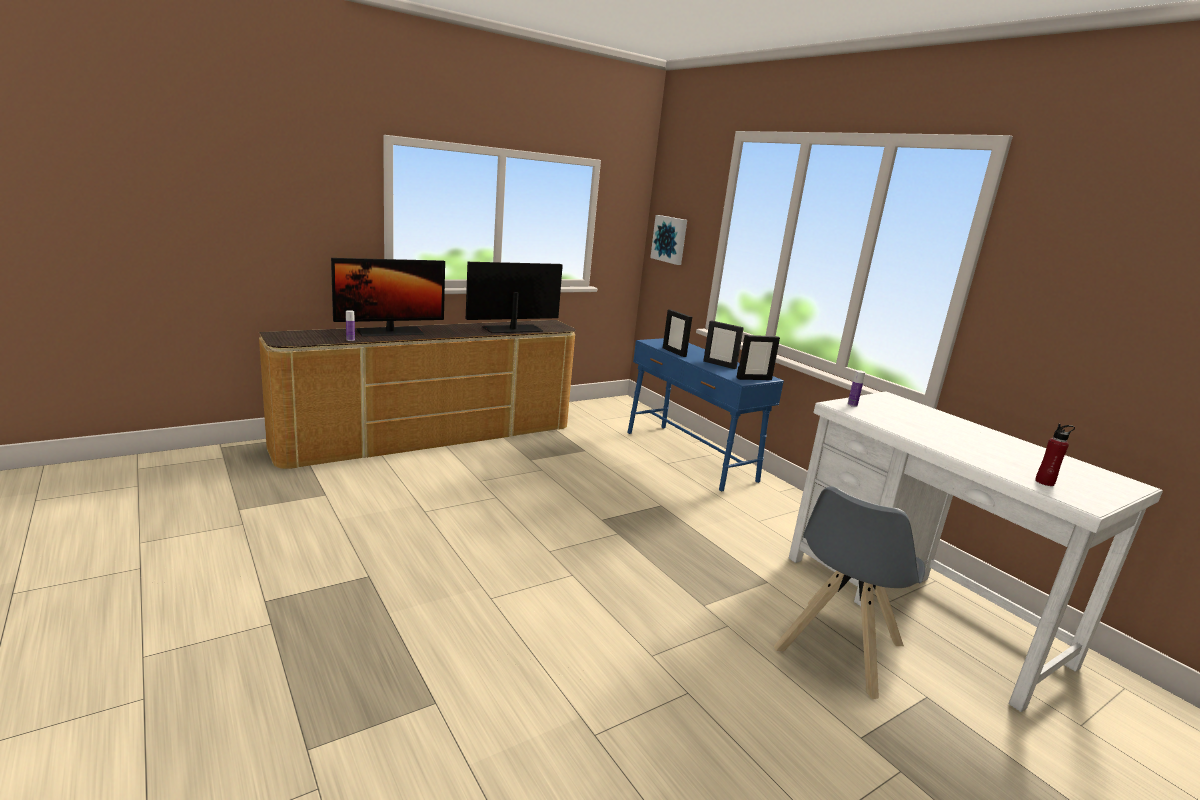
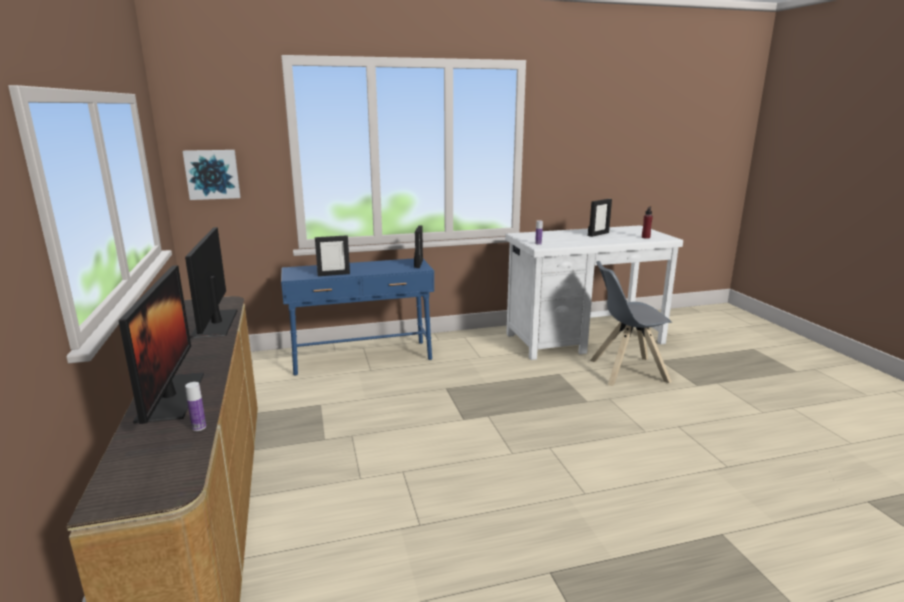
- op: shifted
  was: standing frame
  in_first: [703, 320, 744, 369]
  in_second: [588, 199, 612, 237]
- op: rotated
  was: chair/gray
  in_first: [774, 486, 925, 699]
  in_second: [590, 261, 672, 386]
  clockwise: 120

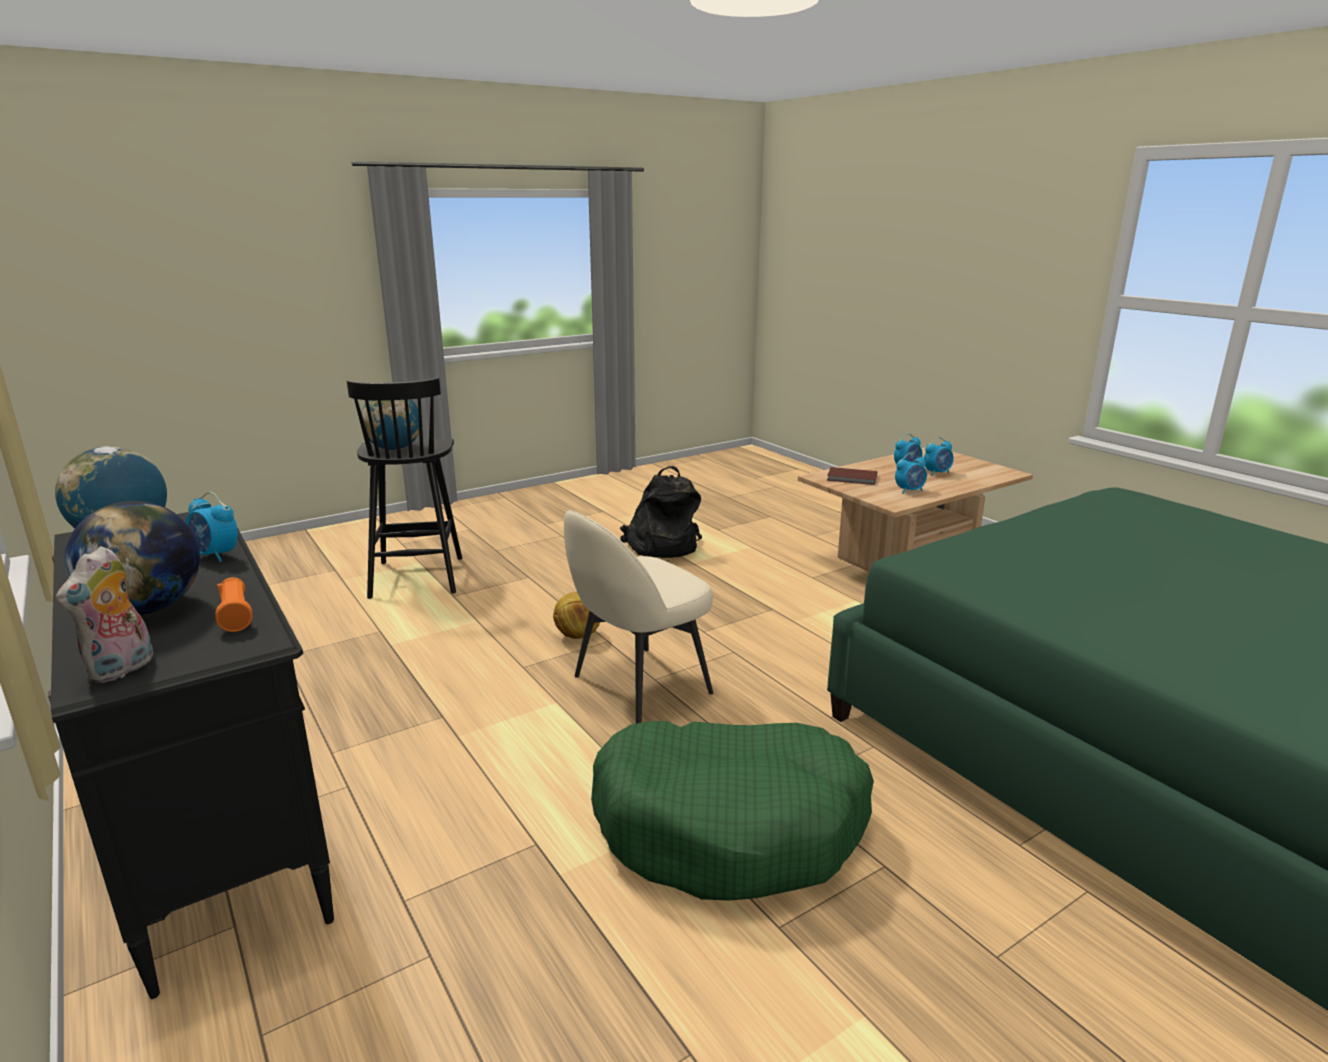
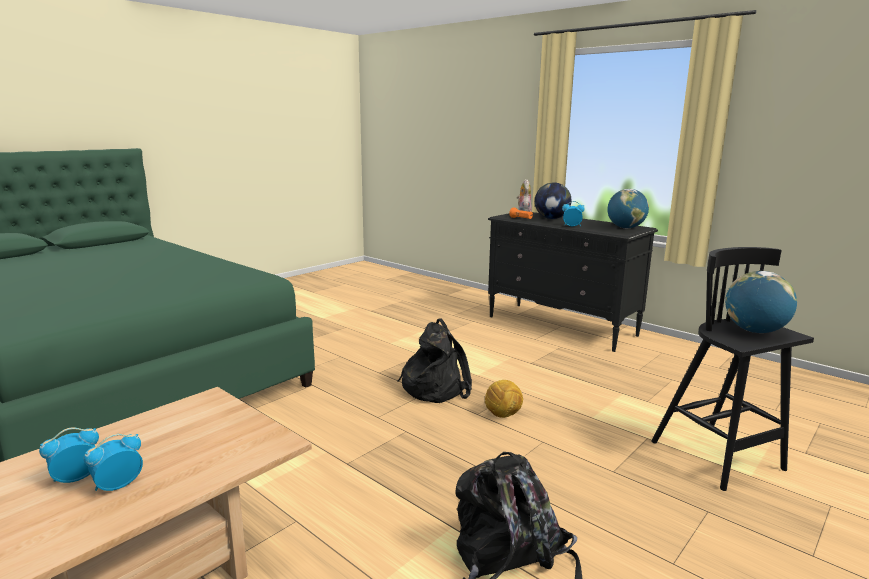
- op: swapped
  was: chair/beige
  now: knapsack/blackish
  in_first: [564, 509, 713, 724]
  in_second: [397, 318, 472, 403]
- op: gone
  was: pet bed/greenish
  in_first: [591, 721, 874, 901]
- op: gone
  was: book/brownish
  in_first: [827, 467, 877, 485]
- op: gone
  was: bedside clock
  in_first: [895, 453, 927, 494]

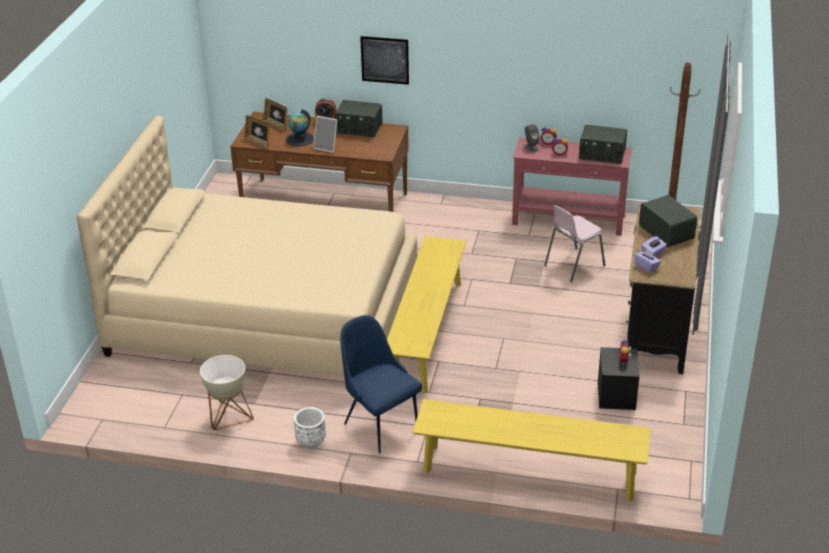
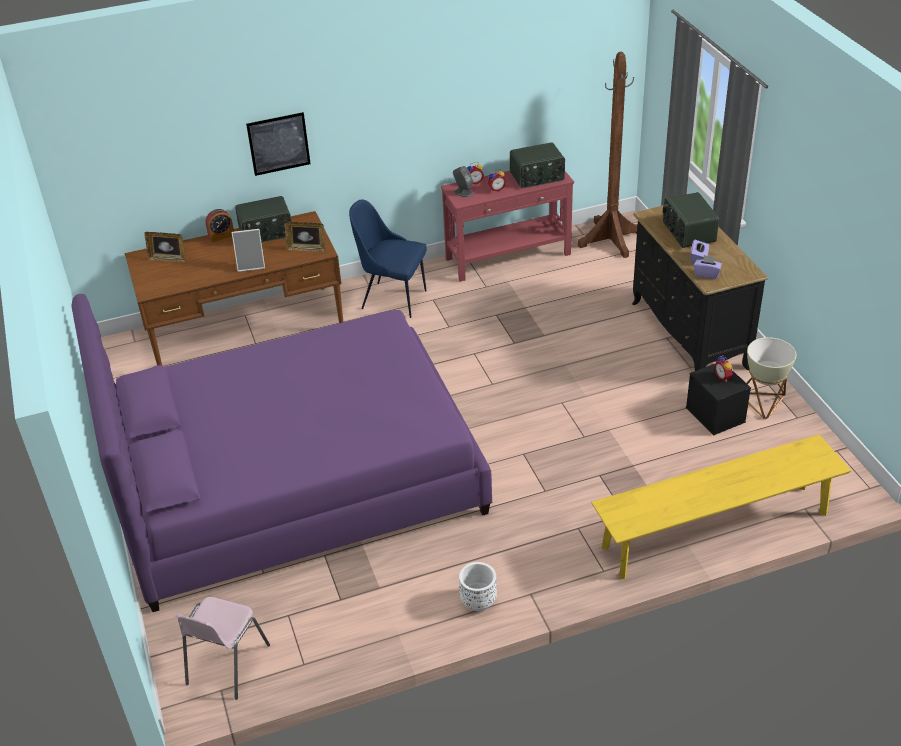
- op: repainted
  was: sleeping bed/beige
  now: sleeping bed/purple-coloured
  in_first: [77, 116, 417, 376]
  in_second: [71, 294, 492, 612]
- op: shifted
  was: chair/pink-coloured
  in_first: [544, 205, 605, 282]
  in_second: [175, 597, 270, 700]
- op: shifted
  was: standing frame
  in_first: [244, 115, 270, 148]
  in_second: [285, 222, 325, 252]
- op: shifted
  was: chair/blue
  in_first: [340, 315, 422, 454]
  in_second: [349, 199, 427, 318]
- op: rotated
  was: radio receiver
  in_first: [639, 195, 697, 247]
  in_second: [662, 192, 719, 248]
  clockwise: -135
- op: shifted
  was: flower pot
  in_first: [200, 355, 254, 430]
  in_second: [747, 337, 796, 419]
- op: gone
  was: desk globe
  in_first: [286, 109, 314, 146]
- op: gone
  was: bench/yellow-coloured
  in_first: [387, 236, 466, 394]

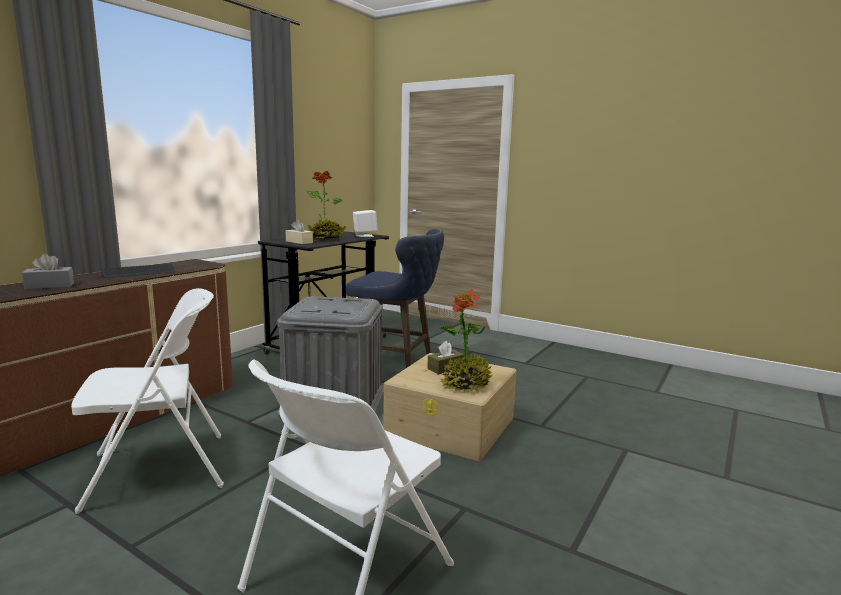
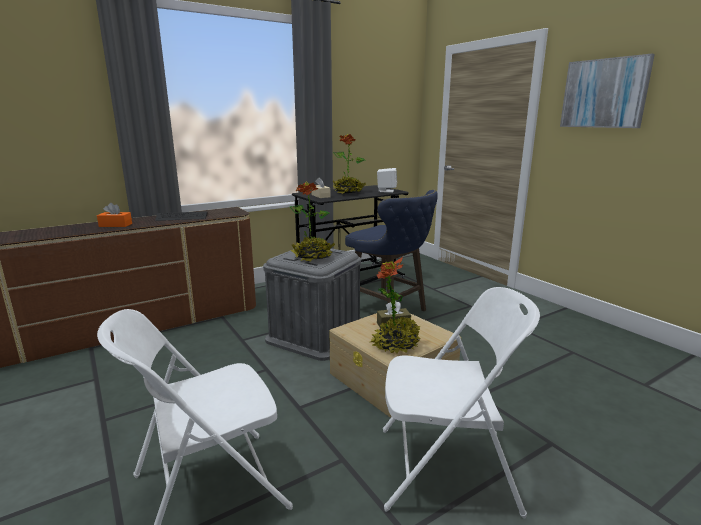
- op: repainted
  was: tissue holder/gray
  now: tissue holder/orange-coloured
  in_first: [22, 254, 74, 289]
  in_second: [97, 203, 132, 227]
- op: new
  now: plant in a pot
  in_second: [290, 182, 335, 261]
- op: shifted
  was: chair/white-coloured
  in_first: [71, 288, 224, 514]
  in_second: [383, 287, 540, 519]
- op: new
  now: picture
  in_second: [560, 54, 655, 128]

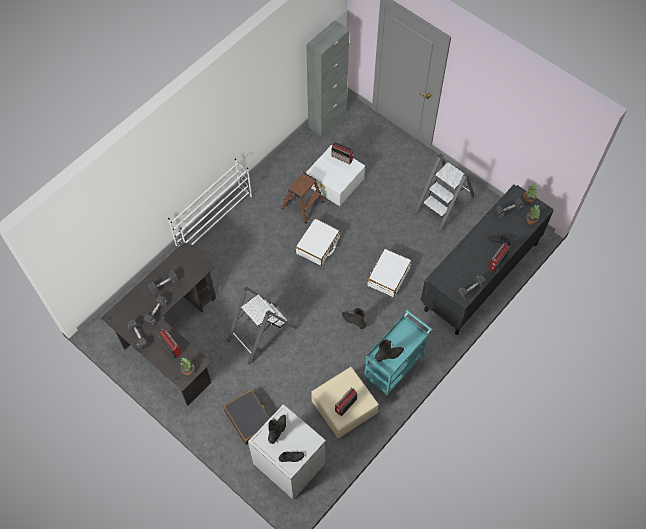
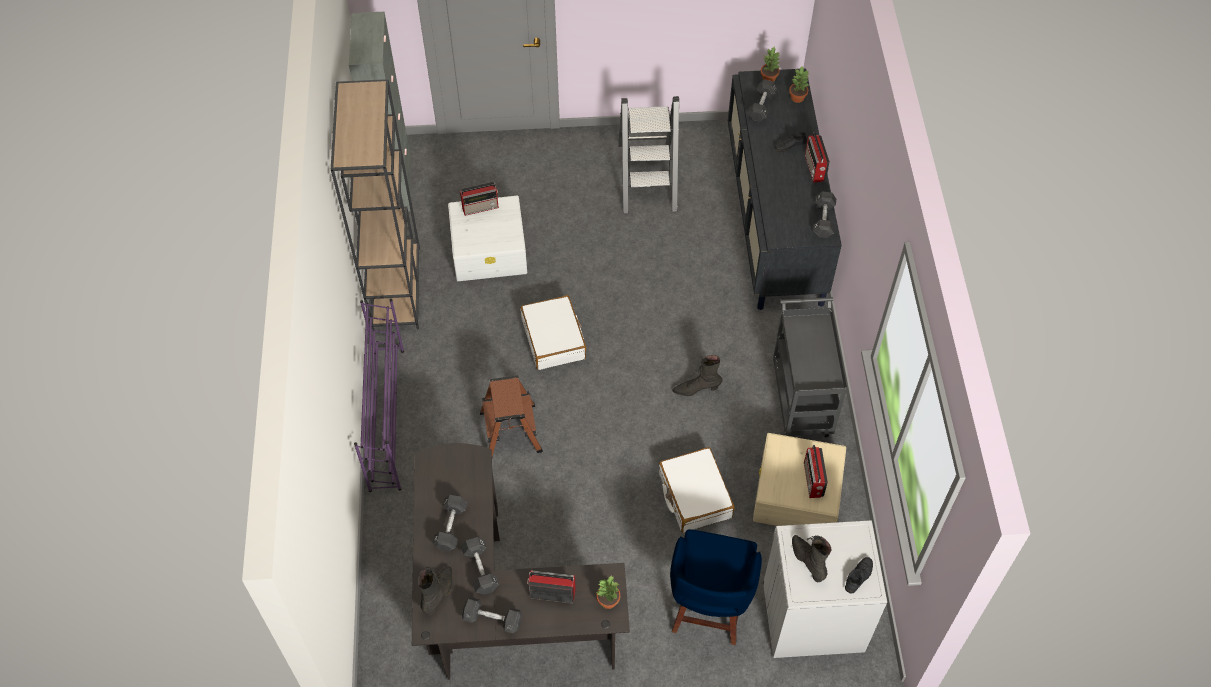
- op: new
  now: shelving unit
  in_second: [331, 79, 420, 332]
- op: repainted
  was: shoe stand/white-coloured
  now: shoe stand/purple-coloured
  in_first: [168, 158, 252, 247]
  in_second: [354, 298, 404, 492]
- op: shifted
  was: high-top boot/blackish
  in_first: [375, 339, 404, 362]
  in_second: [418, 566, 452, 615]
- op: shifted
  was: stepladder/brownish
  in_first: [281, 172, 324, 224]
  in_second: [480, 375, 543, 458]
- op: shifted
  was: piece of luggage/white-coloured
  in_first: [367, 248, 412, 297]
  in_second: [659, 447, 735, 533]
- op: swapped
  was: piece of luggage/blackish
  now: sitting stool/blue
  in_first: [223, 390, 270, 445]
  in_second: [670, 529, 762, 645]
- op: repainted
  was: trolley/turquoise-coloured
  now: trolley/gray
  in_first: [364, 310, 433, 396]
  in_second: [773, 297, 847, 437]
- op: gone
  was: stepladder/gray
  in_first: [227, 286, 297, 365]

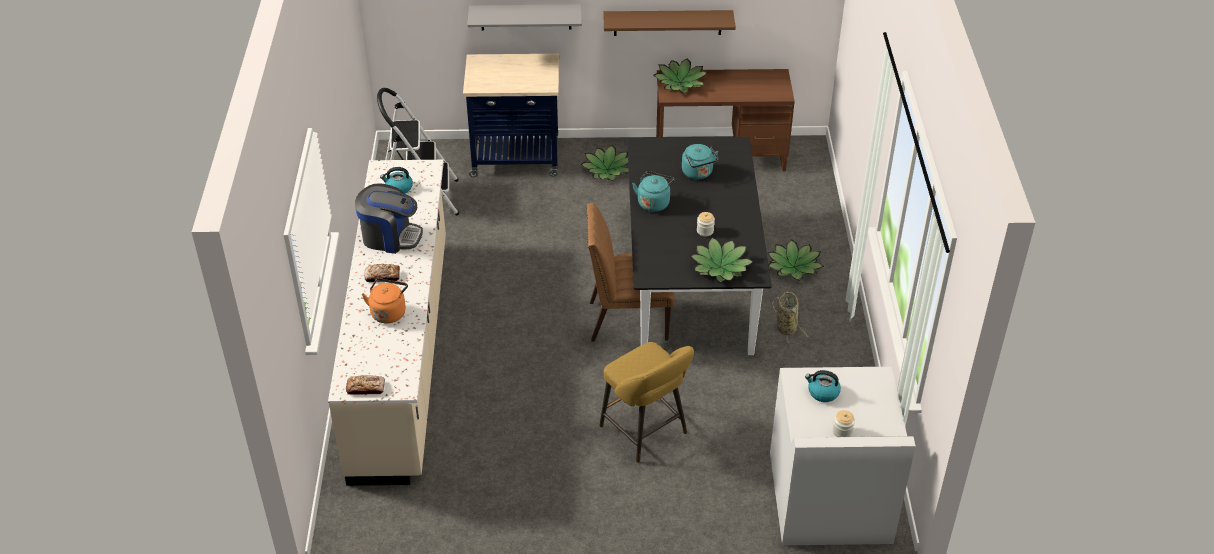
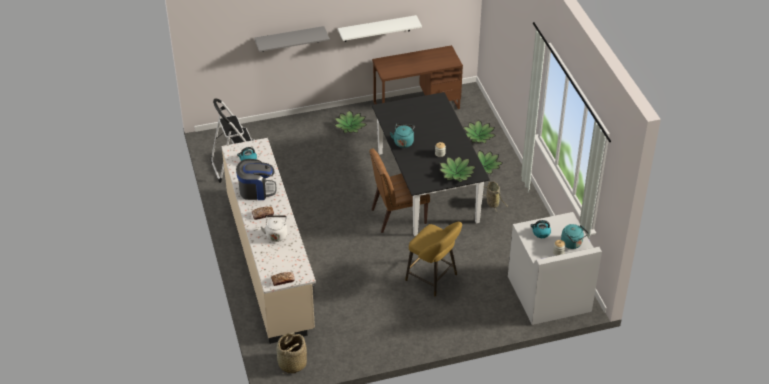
- op: repainted
  was: tea kettle/orange-coloured
  now: tea kettle/white-coloured
  in_first: [362, 278, 408, 324]
  in_second: [260, 215, 287, 242]
- op: new
  now: household basket
  in_second: [277, 332, 307, 374]
- op: repainted
  was: shelf/brownish
  now: shelf/white-coloured
  in_first: [603, 10, 736, 36]
  in_second: [338, 15, 422, 42]
- op: shifted
  was: plant in a pot
  in_first: [654, 58, 708, 93]
  in_second: [463, 120, 496, 143]
- op: shifted
  was: tea kettle/turquoise-coloured
  in_first: [682, 144, 719, 179]
  in_second: [561, 224, 588, 249]
- op: gone
  was: trolley/blue
  in_first: [463, 54, 559, 178]

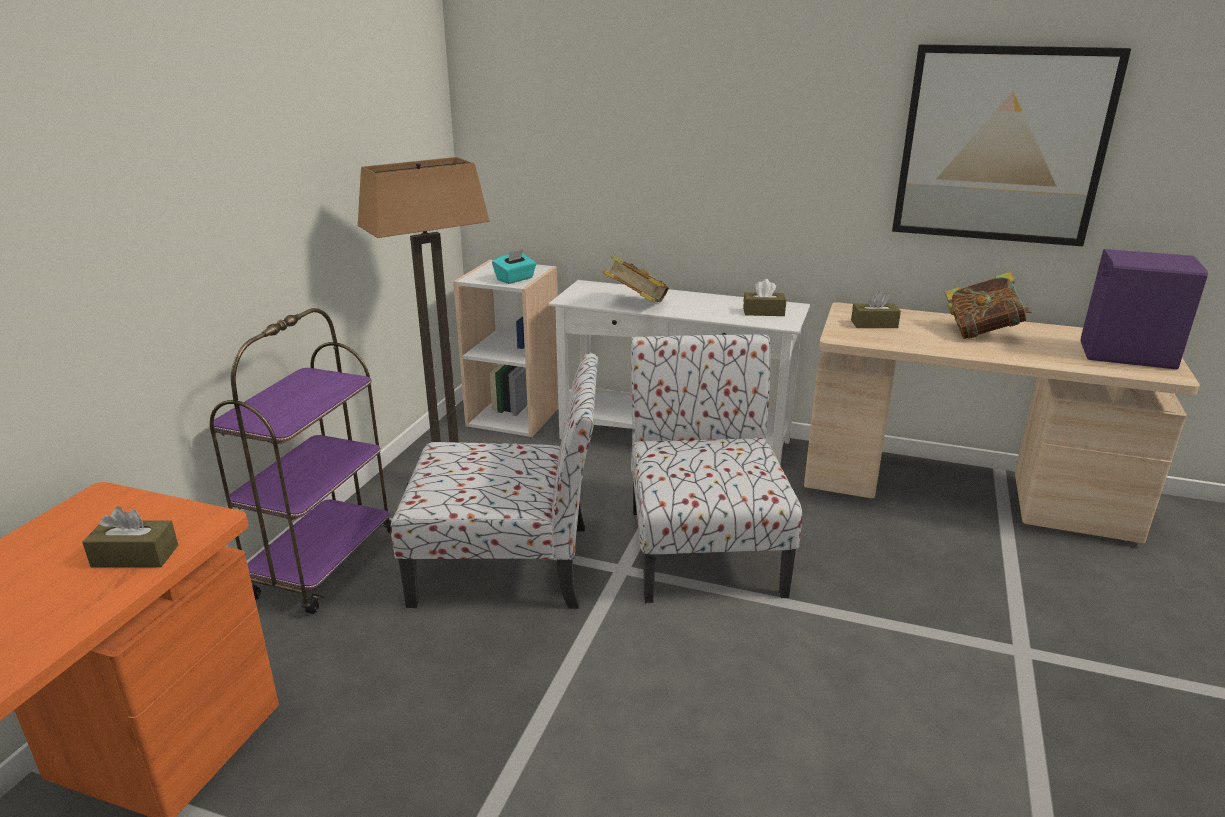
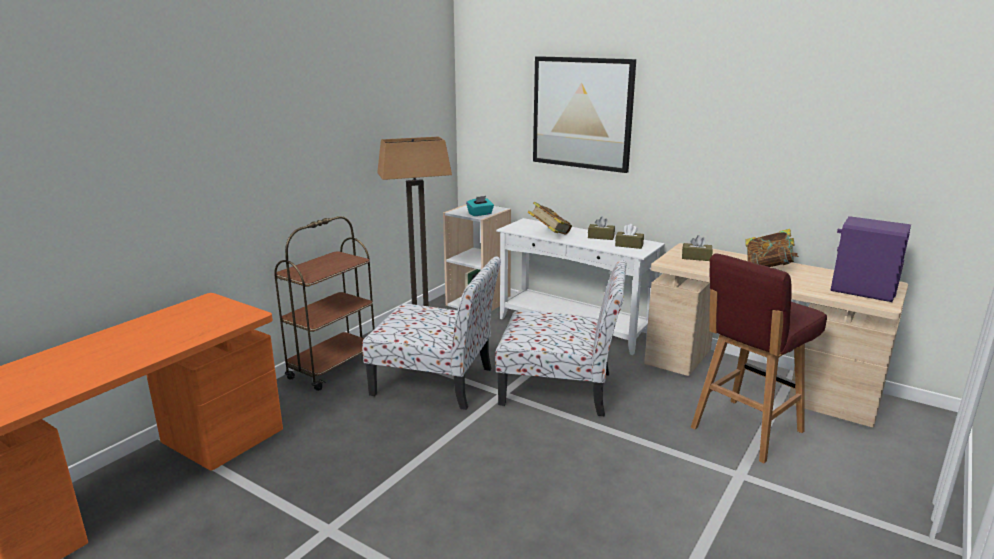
- op: repainted
  was: trolley/purple-coloured
  now: trolley/brownish
  in_first: [210, 308, 392, 614]
  in_second: [274, 216, 375, 391]
- op: rotated
  was: chair
  in_first: [631, 334, 802, 603]
  in_second: [495, 260, 627, 416]
  clockwise: 90
- op: shifted
  was: picture
  in_first: [892, 44, 1131, 246]
  in_second: [533, 56, 636, 173]
- op: shifted
  was: tissue holder/brownish
  in_first: [82, 506, 178, 567]
  in_second: [588, 217, 615, 240]
- op: new
  now: sitting stool/reddish
  in_second: [691, 253, 827, 464]

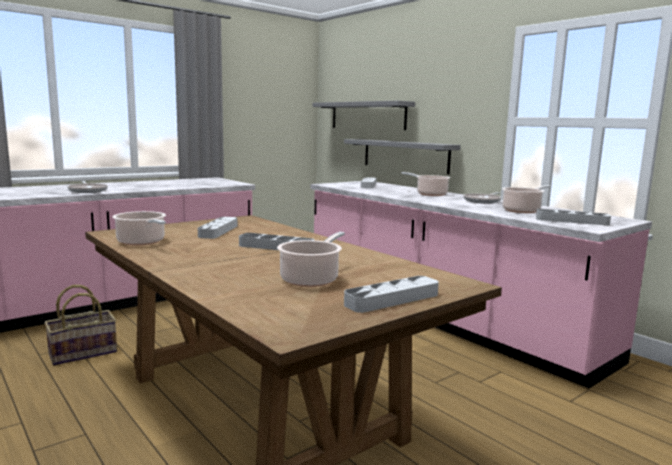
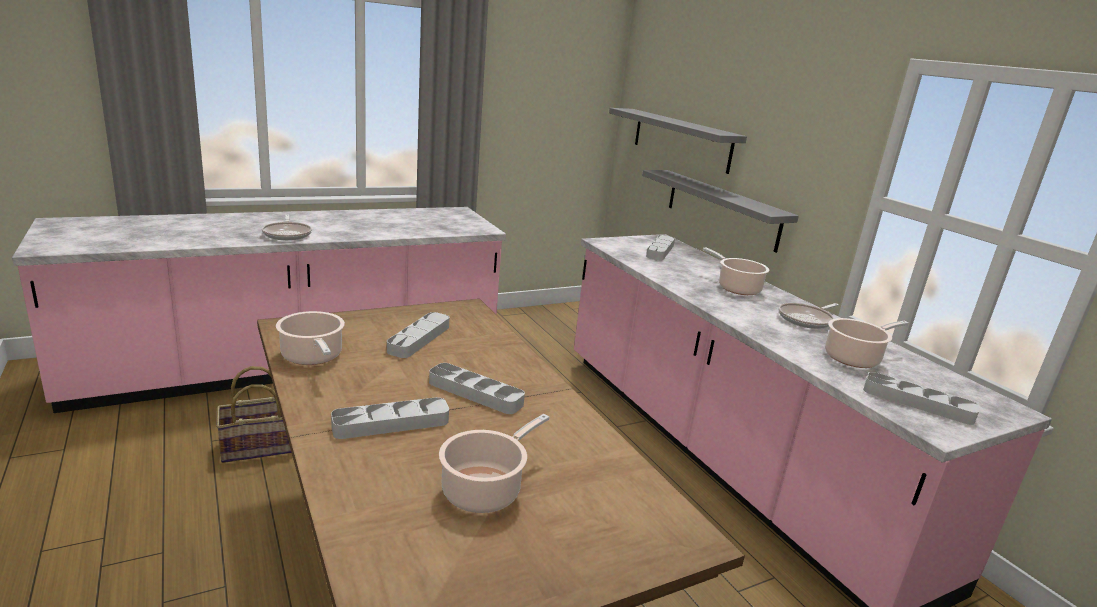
- op: shifted
  was: carrying tray/gray
  in_first: [344, 276, 439, 313]
  in_second: [331, 397, 449, 439]

